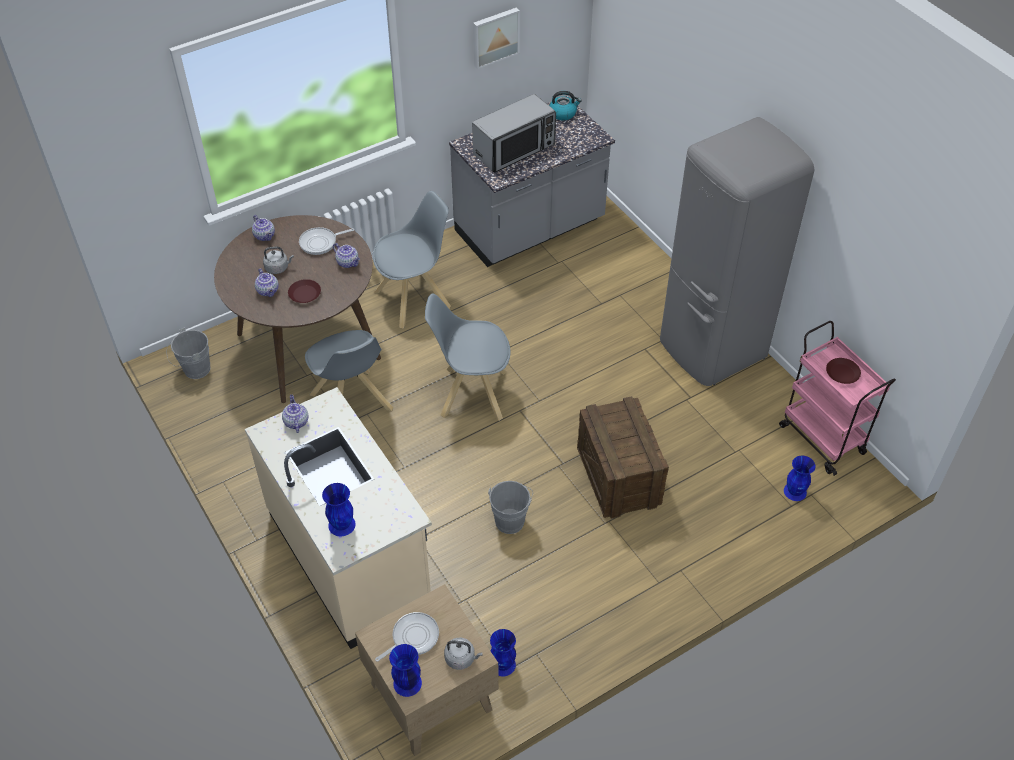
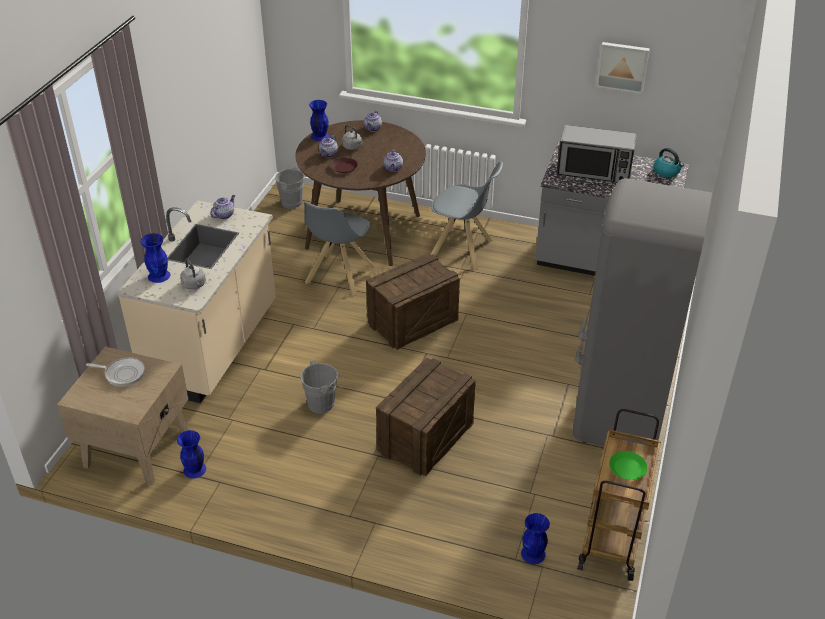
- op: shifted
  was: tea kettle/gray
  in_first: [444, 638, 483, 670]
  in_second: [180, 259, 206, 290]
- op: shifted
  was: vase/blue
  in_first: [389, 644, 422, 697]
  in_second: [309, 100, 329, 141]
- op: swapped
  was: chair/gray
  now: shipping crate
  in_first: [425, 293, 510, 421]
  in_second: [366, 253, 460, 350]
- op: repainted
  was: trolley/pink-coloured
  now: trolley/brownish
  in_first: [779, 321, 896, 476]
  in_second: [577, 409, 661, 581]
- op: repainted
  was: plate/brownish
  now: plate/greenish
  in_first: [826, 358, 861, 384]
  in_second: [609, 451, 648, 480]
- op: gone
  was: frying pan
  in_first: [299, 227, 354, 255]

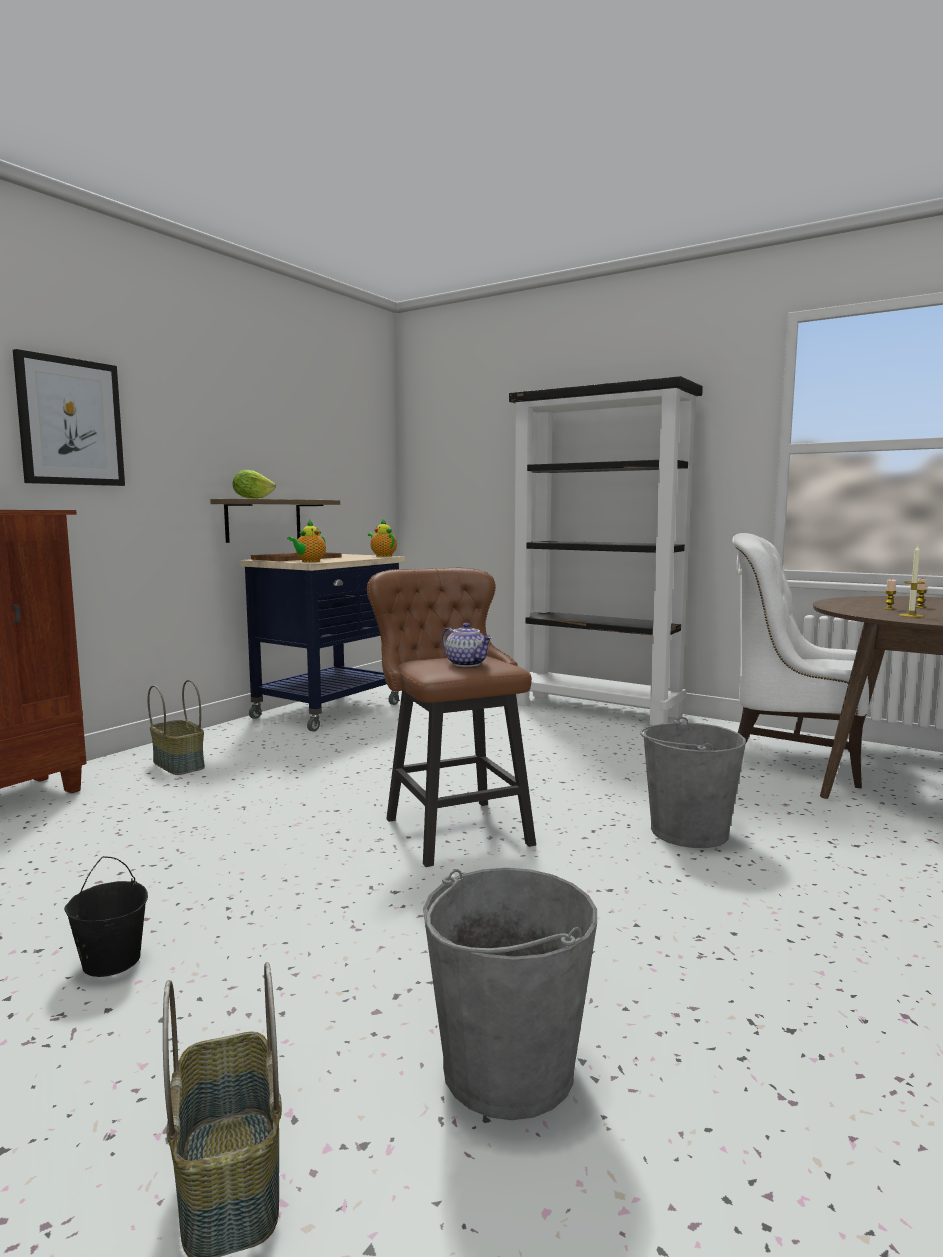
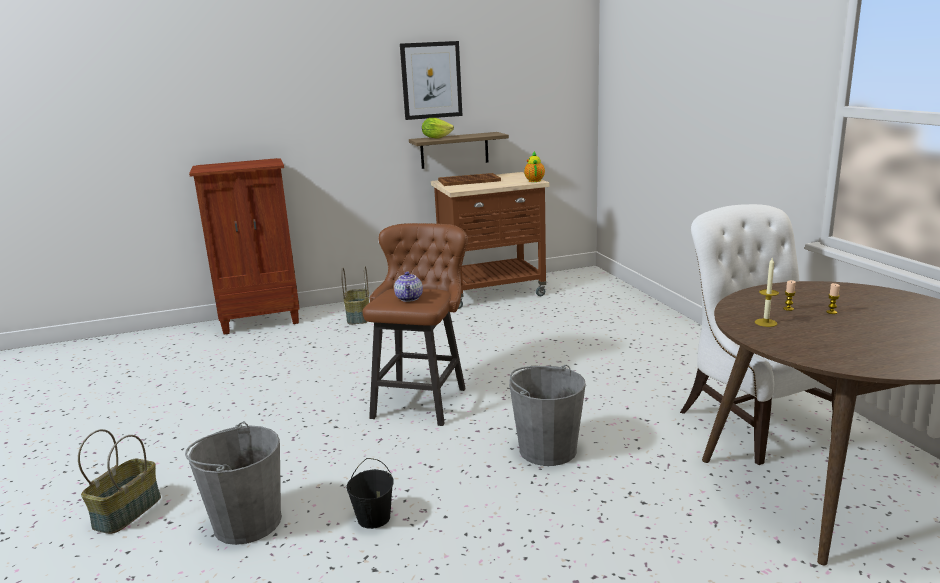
- op: shifted
  was: bucket/blackish
  in_first: [64, 856, 148, 977]
  in_second: [346, 458, 394, 529]
- op: shifted
  was: picture
  in_first: [13, 349, 125, 486]
  in_second: [400, 41, 463, 120]
- op: repainted
  was: trolley/blue
  now: trolley/brownish
  in_first: [239, 554, 405, 732]
  in_second: [431, 172, 550, 309]
- op: gone
  was: teapot
  in_first: [287, 520, 326, 562]
- op: gone
  was: shelving unit/blackish
  in_first: [509, 376, 703, 726]

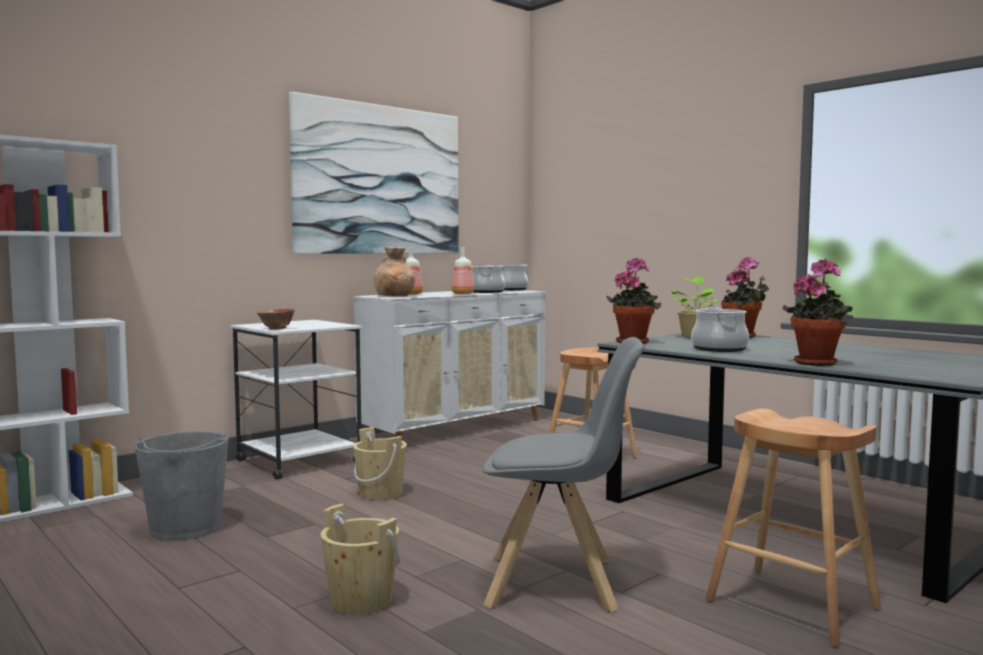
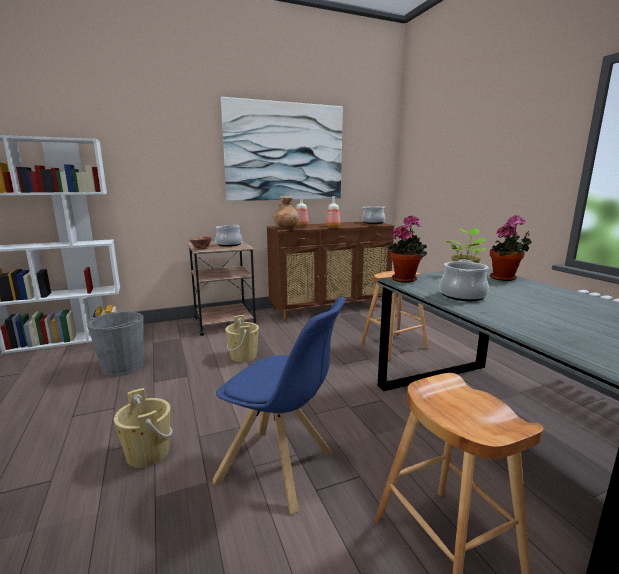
- op: repainted
  was: trolley/white-coloured
  now: trolley/brownish
  in_first: [230, 320, 362, 479]
  in_second: [188, 241, 256, 336]
- op: repainted
  was: chair/gray
  now: chair/blue
  in_first: [483, 337, 645, 613]
  in_second: [213, 297, 346, 515]
- op: shifted
  was: saucepot
  in_first: [472, 265, 505, 293]
  in_second: [215, 225, 242, 247]
- op: repainted
  was: storage cabinet/white-coloured
  now: storage cabinet/brownish
  in_first: [354, 290, 545, 437]
  in_second: [266, 221, 396, 321]
- op: gone
  was: plant in a pot
  in_first: [783, 258, 853, 366]

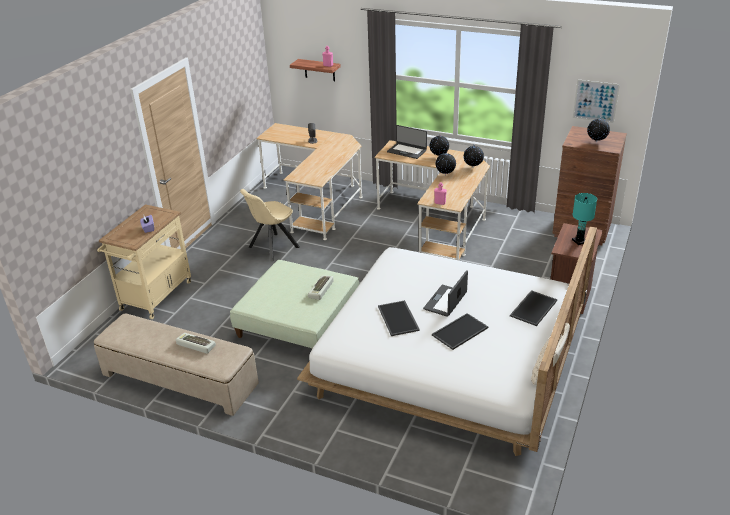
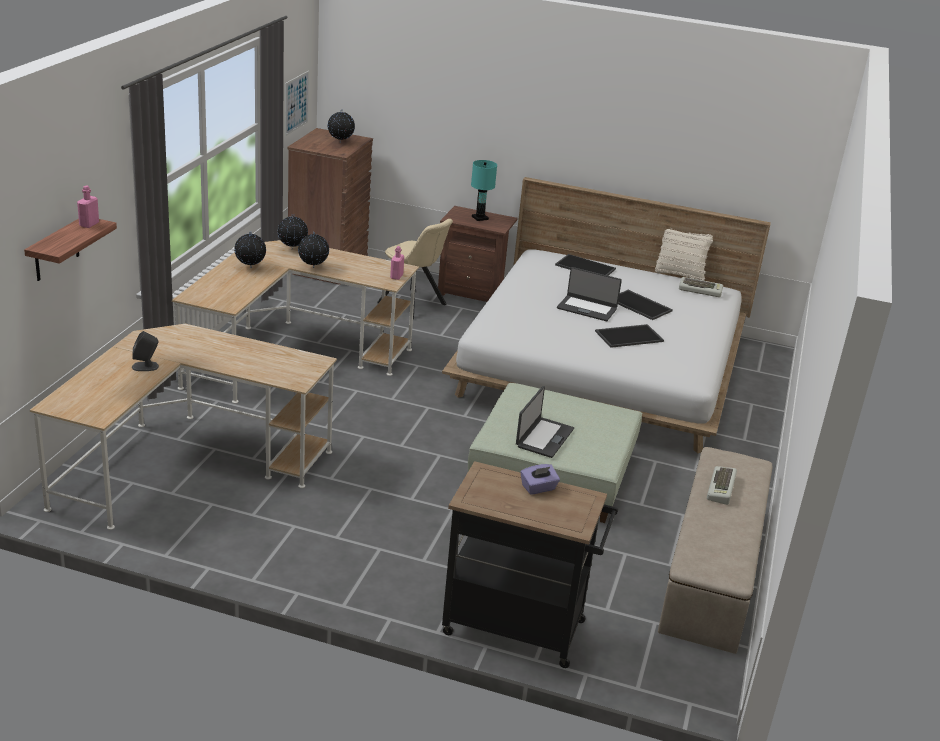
- op: shifted
  was: chair/beige
  in_first: [240, 189, 300, 262]
  in_second: [377, 219, 453, 319]
- op: repainted
  was: trolley/beige
  now: trolley/blackish
  in_first: [97, 204, 191, 319]
  in_second: [442, 461, 618, 668]
- op: shifted
  was: portable computer
  in_first: [387, 125, 427, 159]
  in_second: [516, 386, 574, 458]
- op: shifted
  was: PC keyboard
  in_first: [308, 275, 334, 300]
  in_second: [679, 277, 723, 297]

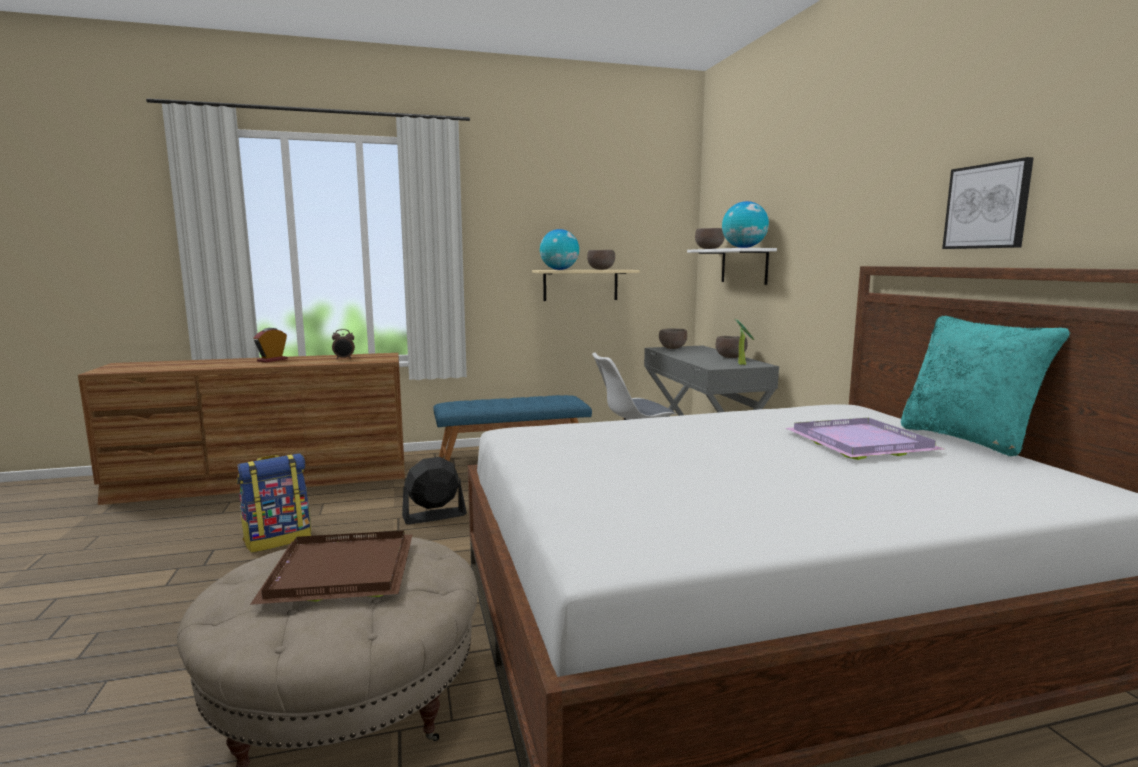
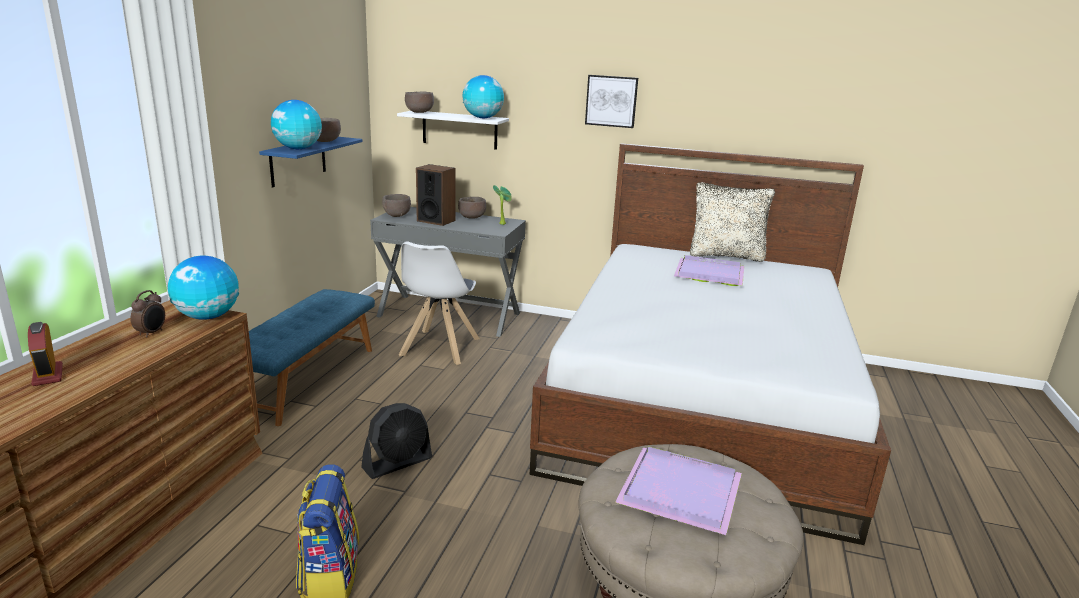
- op: new
  now: desk globe
  in_second: [168, 255, 239, 320]
- op: repainted
  was: shelf/beige
  now: shelf/blue
  in_first: [532, 270, 640, 301]
  in_second: [259, 137, 363, 187]
- op: rotated
  was: electric fan/blackish
  in_first: [402, 457, 467, 524]
  in_second: [361, 403, 432, 479]
  clockwise: -135
- op: new
  now: loudspeaker
  in_second: [416, 164, 456, 226]
- op: shifted
  was: picture
  in_first: [942, 157, 1034, 249]
  in_second: [585, 75, 638, 128]
- op: repainted
  was: carrying tray/brownish
  now: carrying tray/purple-coloured
  in_first: [250, 530, 413, 605]
  in_second: [615, 446, 742, 535]
- op: repainted
  was: throw pillow/turquoise-coloured
  now: throw pillow/beige
  in_first: [901, 316, 1071, 457]
  in_second: [690, 182, 775, 262]

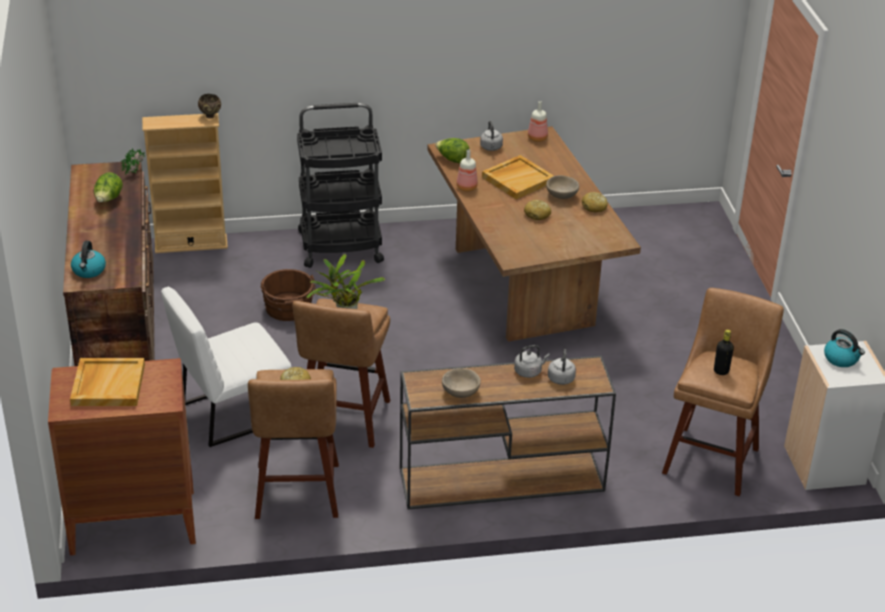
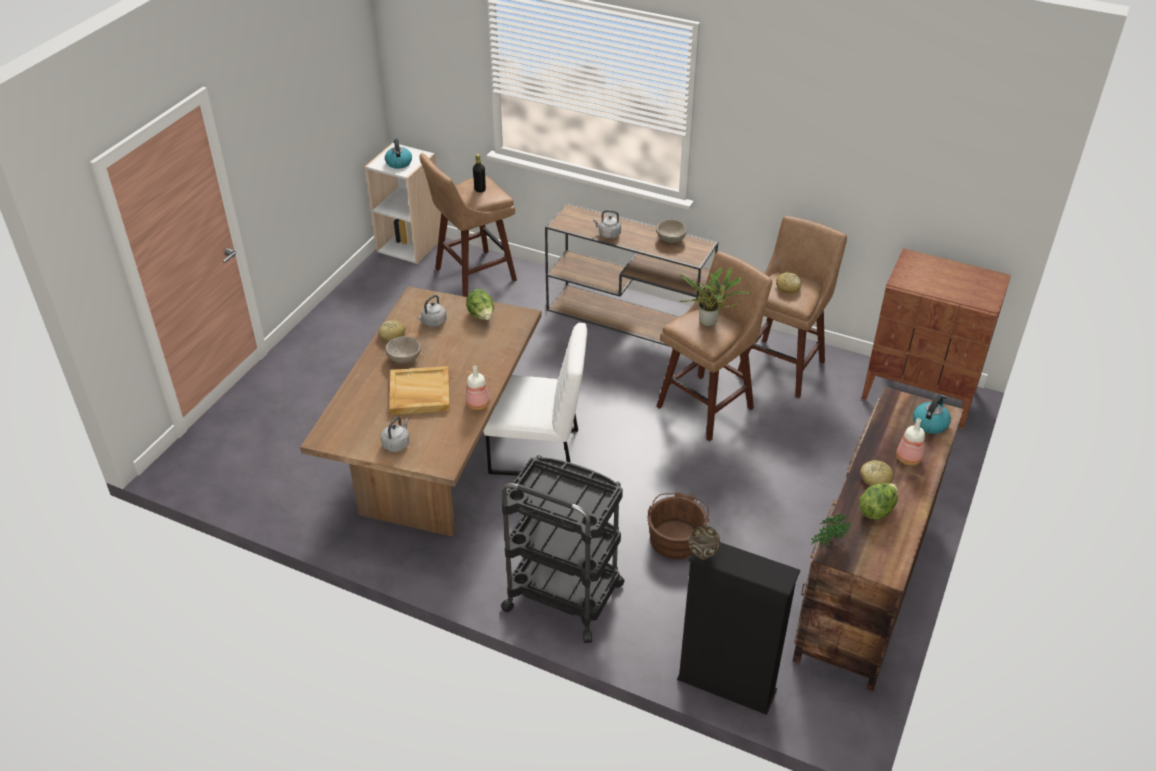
- op: shifted
  was: tea kettle/gray
  in_first: [548, 349, 576, 385]
  in_second: [417, 295, 446, 327]
- op: shifted
  was: head of lettuce
  in_first: [435, 138, 470, 163]
  in_second: [466, 289, 494, 320]
- op: shifted
  was: chair/white-coloured
  in_first: [161, 287, 292, 447]
  in_second: [483, 322, 587, 476]
- op: repainted
  was: shelving unit/beige
  now: shelving unit/blackish
  in_first: [142, 113, 228, 253]
  in_second: [677, 542, 800, 715]
- op: shifted
  was: bread
  in_first: [524, 200, 551, 220]
  in_second: [861, 460, 894, 486]
- op: shifted
  was: bottle
  in_first: [528, 101, 548, 142]
  in_second: [896, 418, 925, 465]
- op: gone
  was: carrying tray/beige
  in_first: [70, 358, 145, 406]

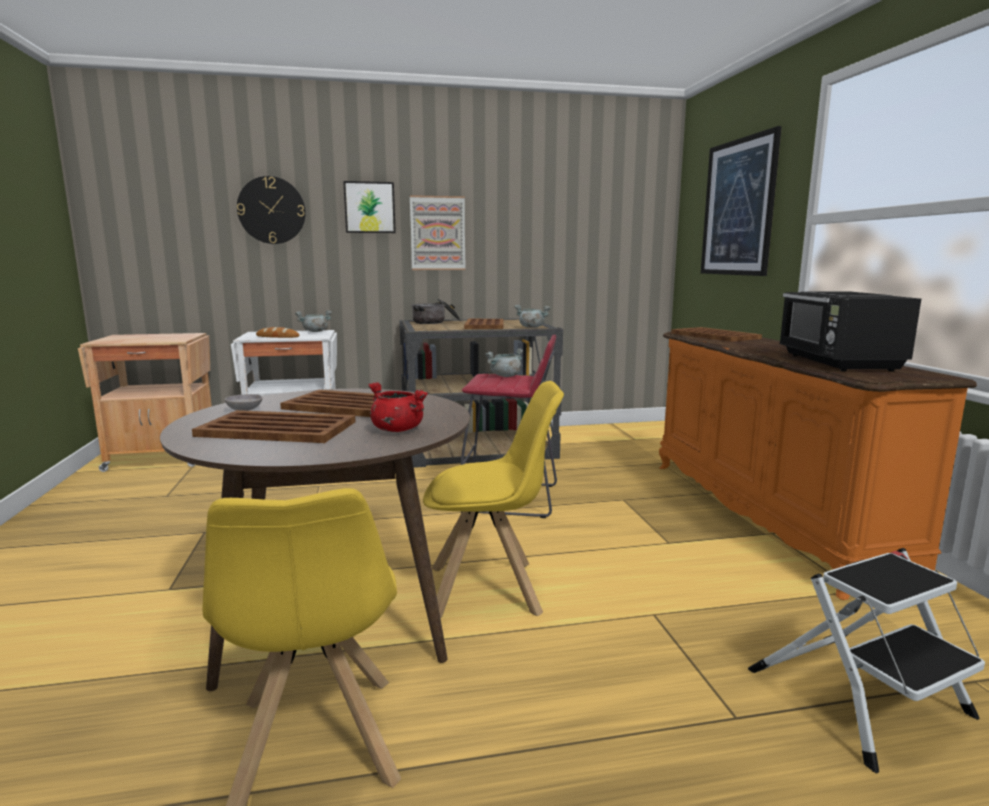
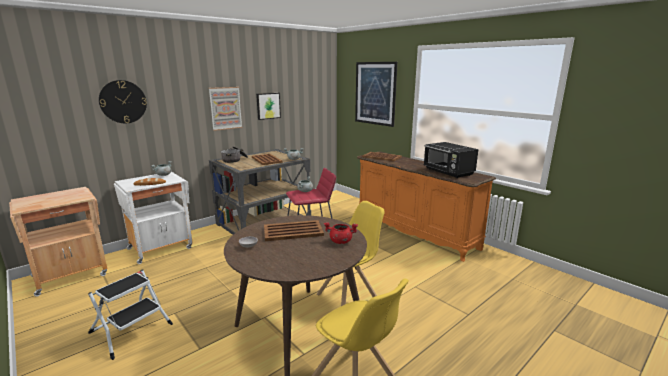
- op: shifted
  was: stepladder
  in_first: [748, 548, 985, 773]
  in_second: [88, 269, 173, 360]
- op: shifted
  was: picture
  in_first: [343, 181, 396, 233]
  in_second: [256, 93, 281, 120]
- op: gone
  was: carrying tray/brownish
  in_first: [192, 410, 356, 443]

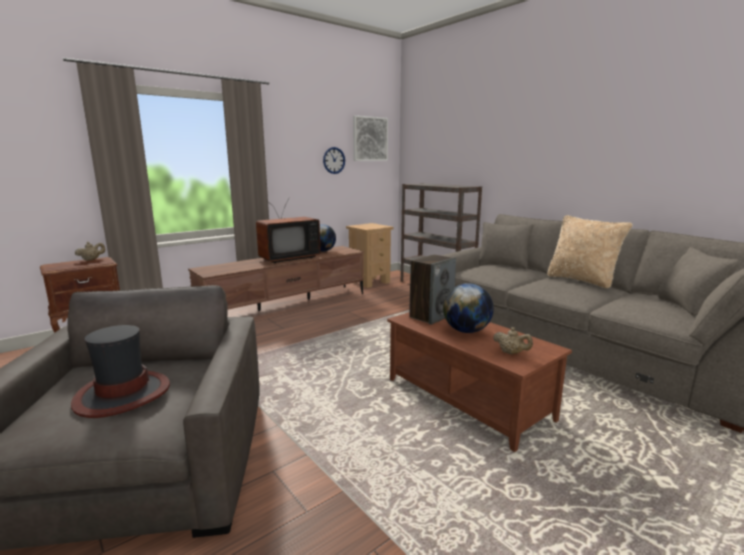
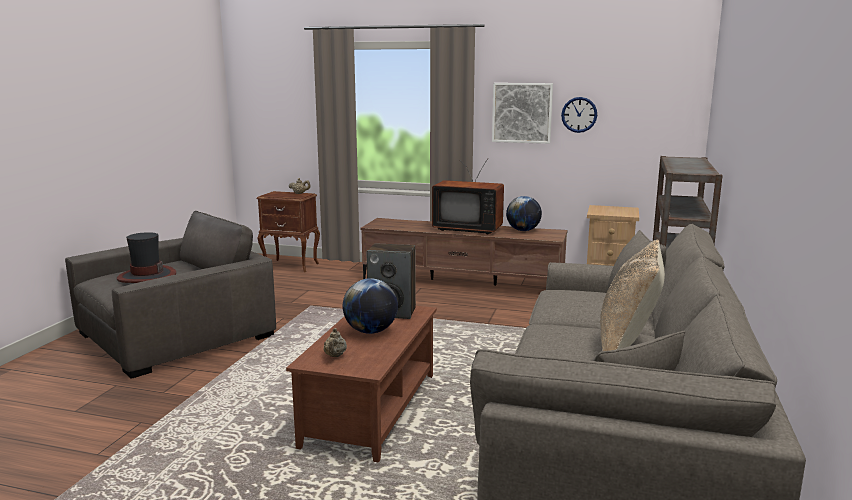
- op: shifted
  was: picture
  in_first: [353, 115, 388, 161]
  in_second: [492, 83, 553, 144]

